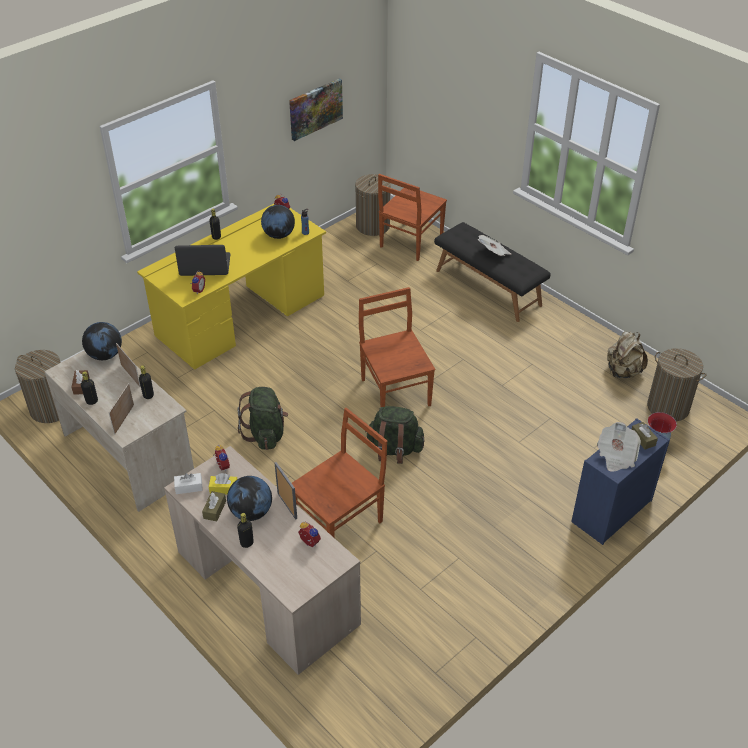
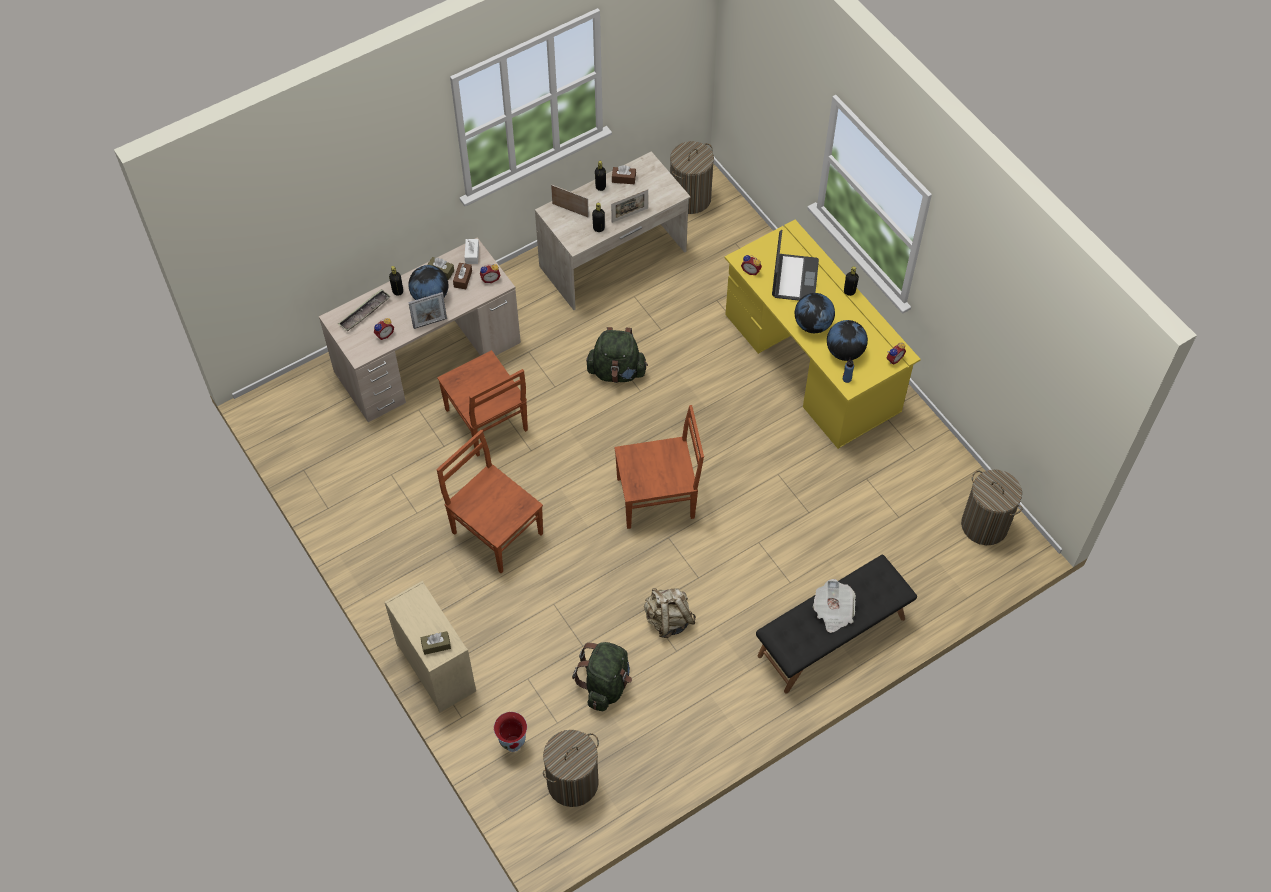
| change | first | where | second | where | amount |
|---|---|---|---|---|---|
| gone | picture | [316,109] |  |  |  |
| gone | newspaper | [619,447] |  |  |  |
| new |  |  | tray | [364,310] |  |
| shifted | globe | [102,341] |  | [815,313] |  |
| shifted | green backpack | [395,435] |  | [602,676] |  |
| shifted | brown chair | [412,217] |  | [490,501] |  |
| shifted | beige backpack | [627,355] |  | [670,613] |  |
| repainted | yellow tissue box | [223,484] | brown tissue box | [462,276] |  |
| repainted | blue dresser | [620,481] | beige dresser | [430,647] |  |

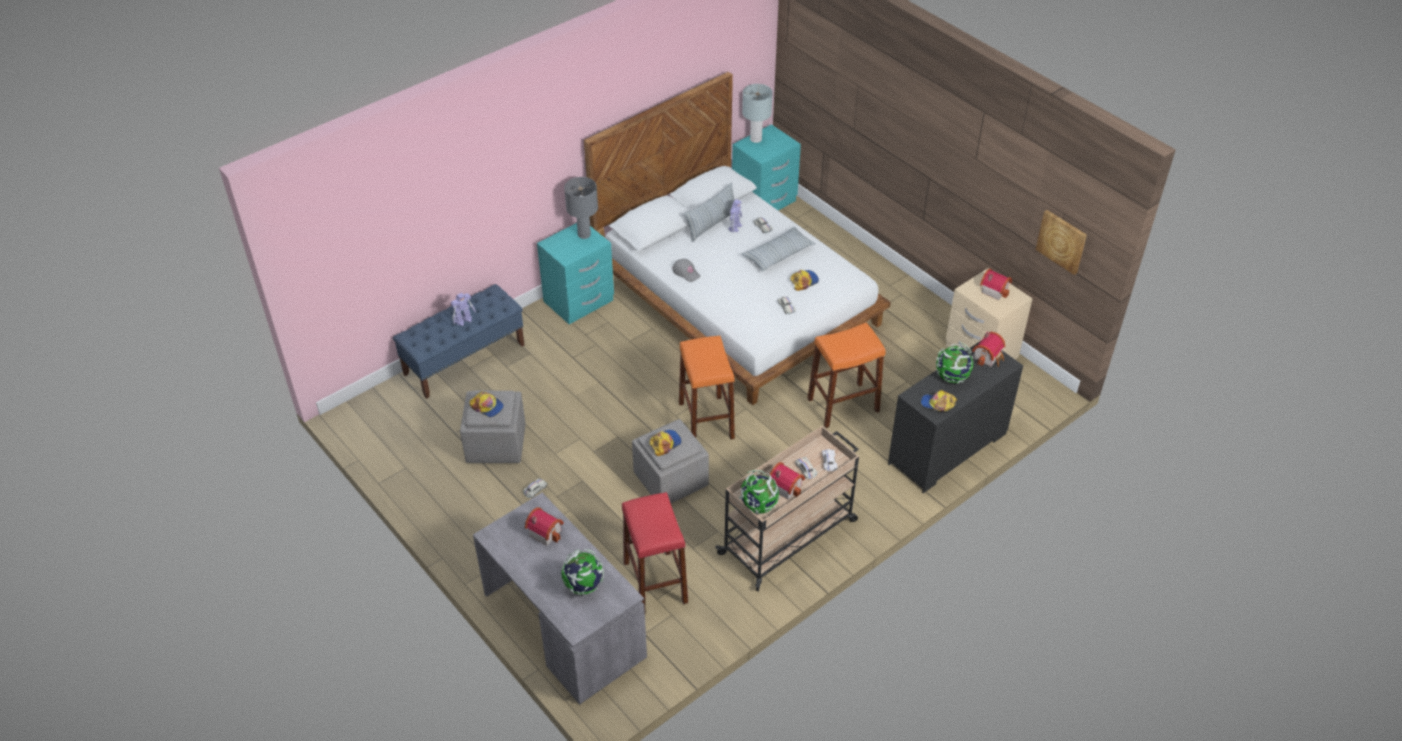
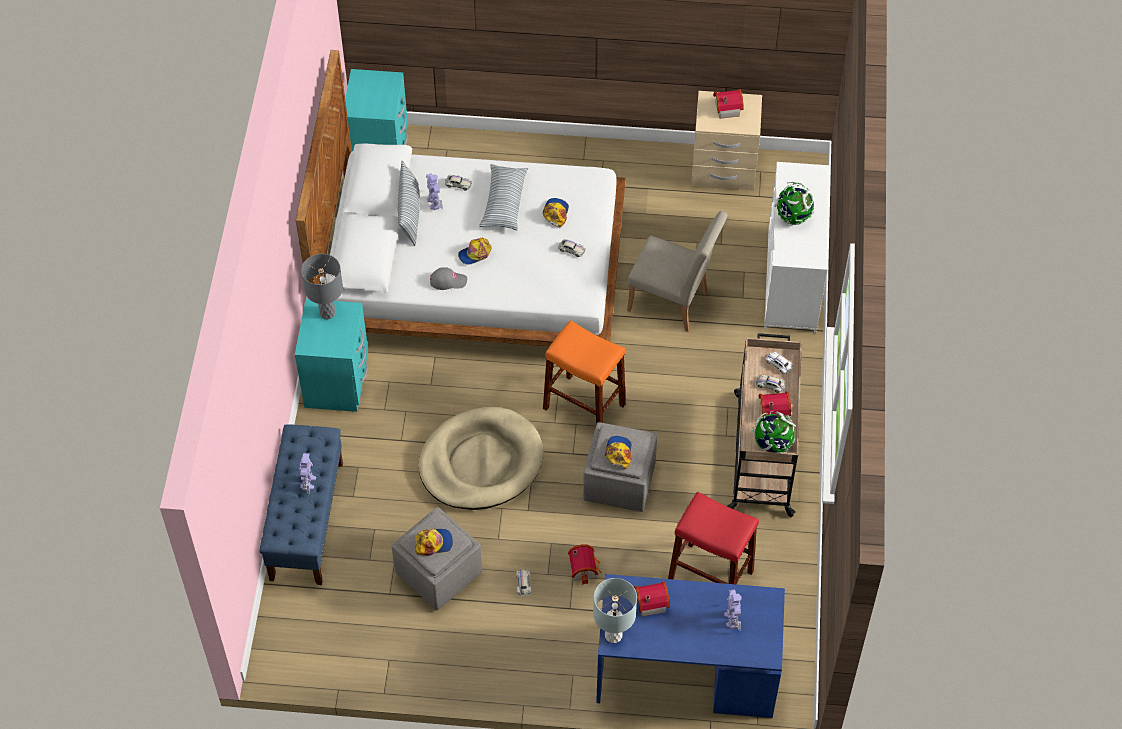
| change | first | where | second | where | amount |
|---|---|---|---|---|---|
| gone | picture | [1061,242] |  |  |  |
| new |  |  | beige dog bed | [481,458] |  |
| shifted | grey table lamp | [757,113] |  | [615,610] |  |
| shifted | cap | [939,401] |  | [475,251] |  |
| shifted | toy house | [988,349] |  | [585,565] |  |
| swapped | globe | [582,572] | toy robot | [732,610] |  |
| swapped | orange stool | [846,375] | beige chair | [677,271] |  |
| repainted | grey desk | [560,598] | blue desk | [690,646] |  |
| repainted | black dresser | [955,416] | white dresser | [797,247] |  |

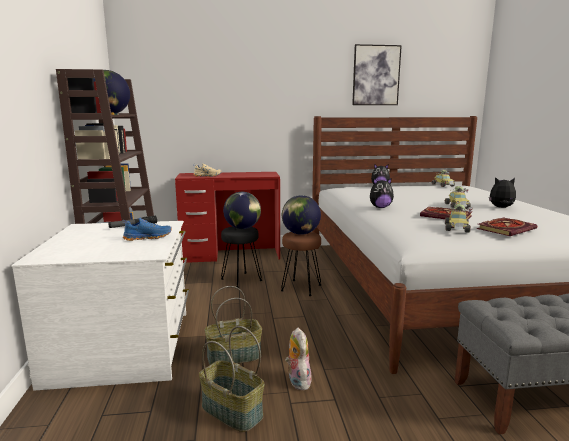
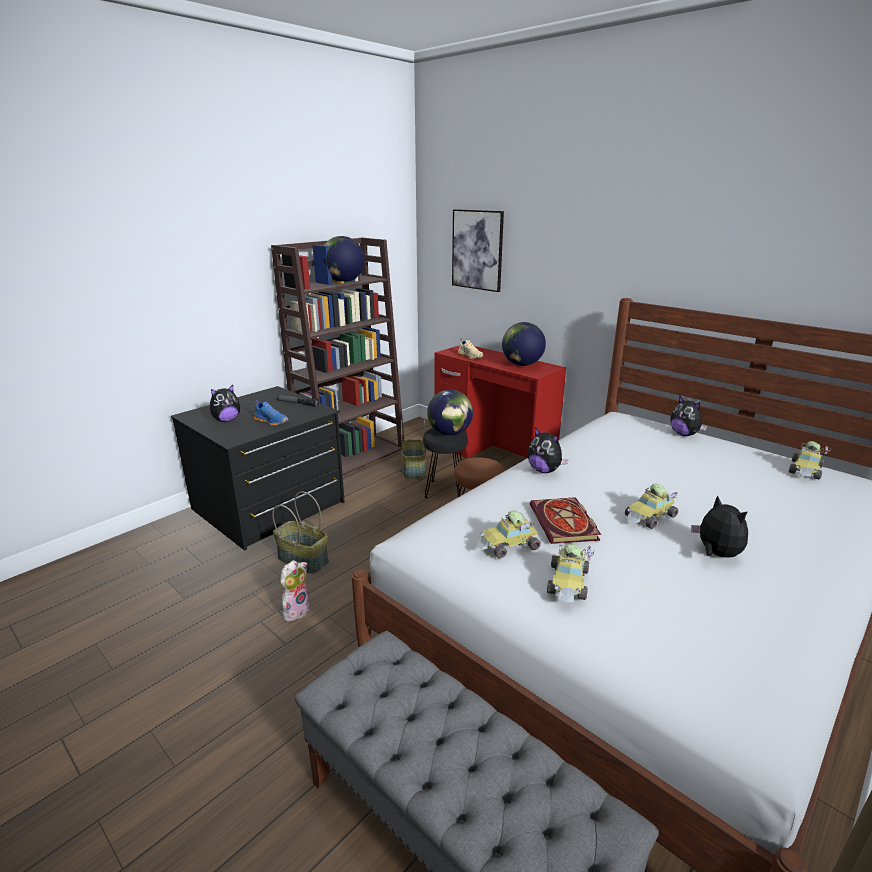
| change | first | where | second | where | amount |
|---|---|---|---|---|---|
| new |  |  | plush toy | [225,403] |  |
| shifted | basket | [232,379] |  | [413,448] |  |
| shifted | globe | [301,215] |  | [524,344] |  |
| shifted | picture | [377,74] |  | [478,250] |  |
| swapped | book | [507,226] | toy car | [570,573] |  |
| repainted | white dresser | [100,306] | black dresser | [258,468] |  |

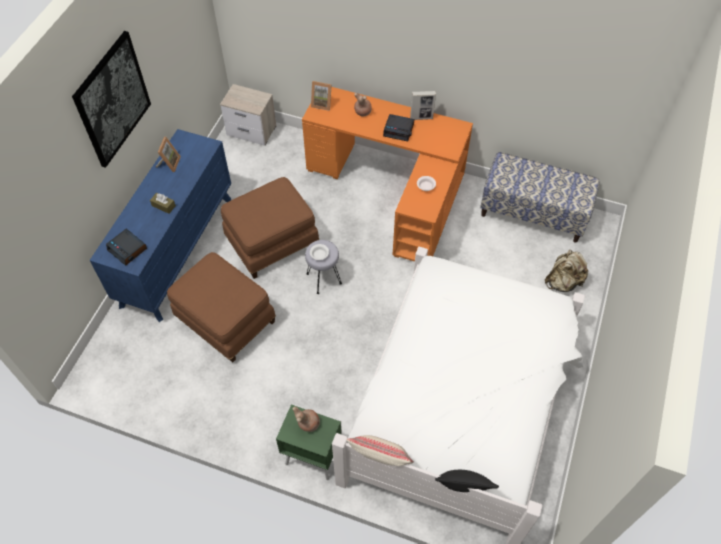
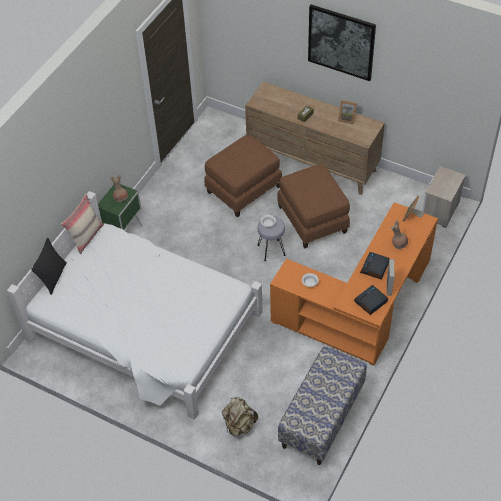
| change | first | where | second | where | amount |
|---|---|---|---|---|---|
| shifted | alarm clock | [126,247] |  | [371,300] |  |
| repainted | blue dresser | [160,225] | brown dresser | [315,138] |  |

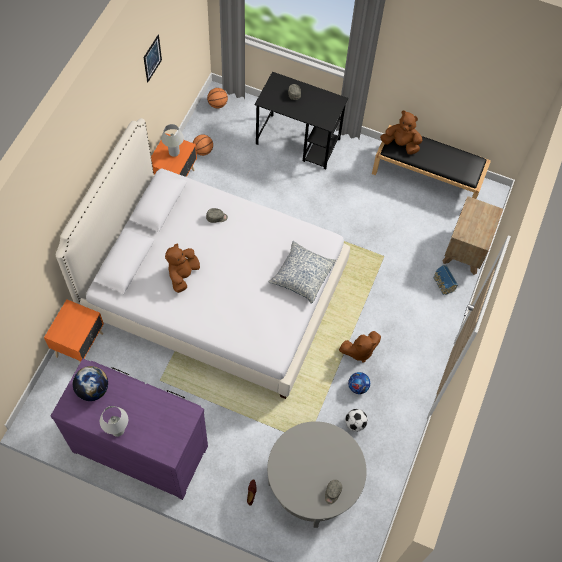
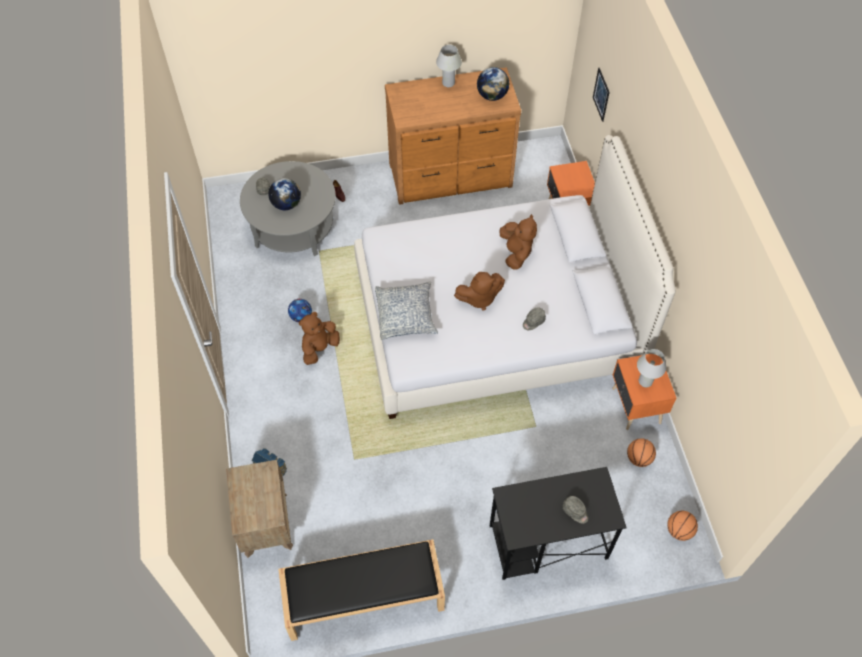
| change | first | where | second | where | amount |
|---|---|---|---|---|---|
| gone | football | [356,420] |  |  |  |
| new |  |  | globe | [284,194] |  |
| shifted | picture | [152,58] |  | [601,95] |  |
| shifted | brown plush toy | [401,133] |  | [479,291] |  |
| repainted | purple dresser | [129,429] | brown dresser | [453,136] |  |

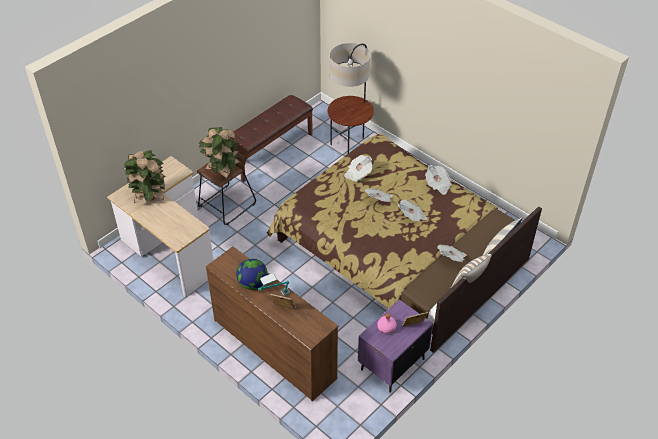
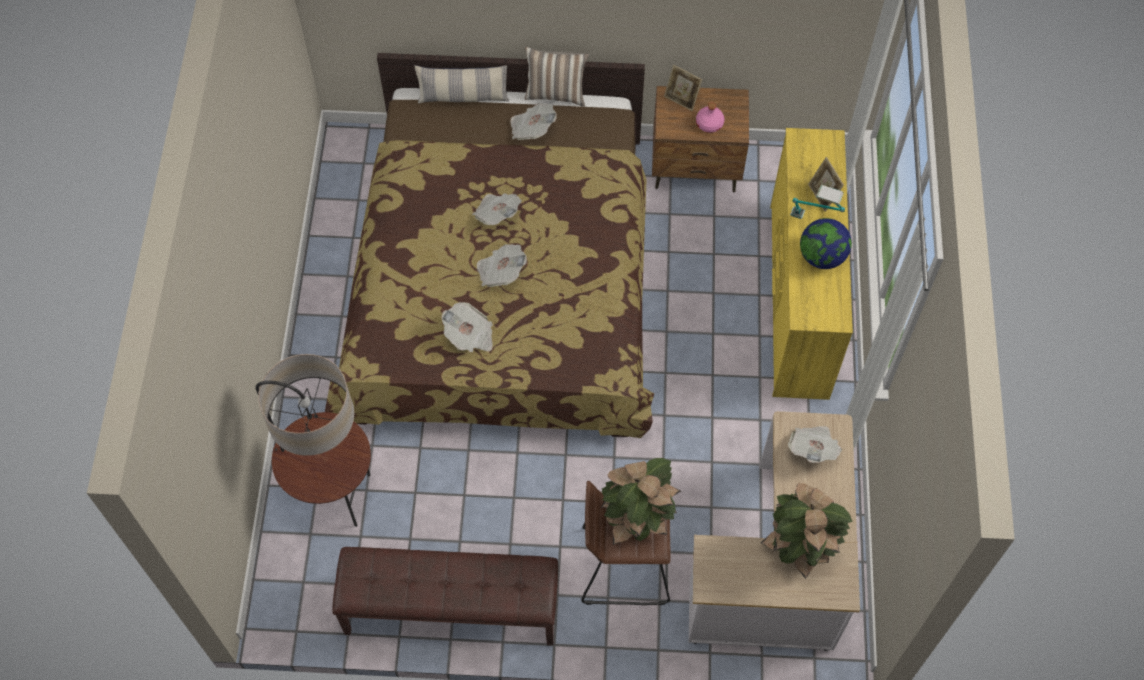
| change | first | where | second | where | amount |
|---|---|---|---|---|---|
| shifted | newspaper | [438,180] |  | [815,444] |  |
| repainted | brown dresser | [272,324] | yellow dresser | [811,264] |  |
| repainted | purple nightstand | [395,346] | brown nightstand | [700,139] |  |

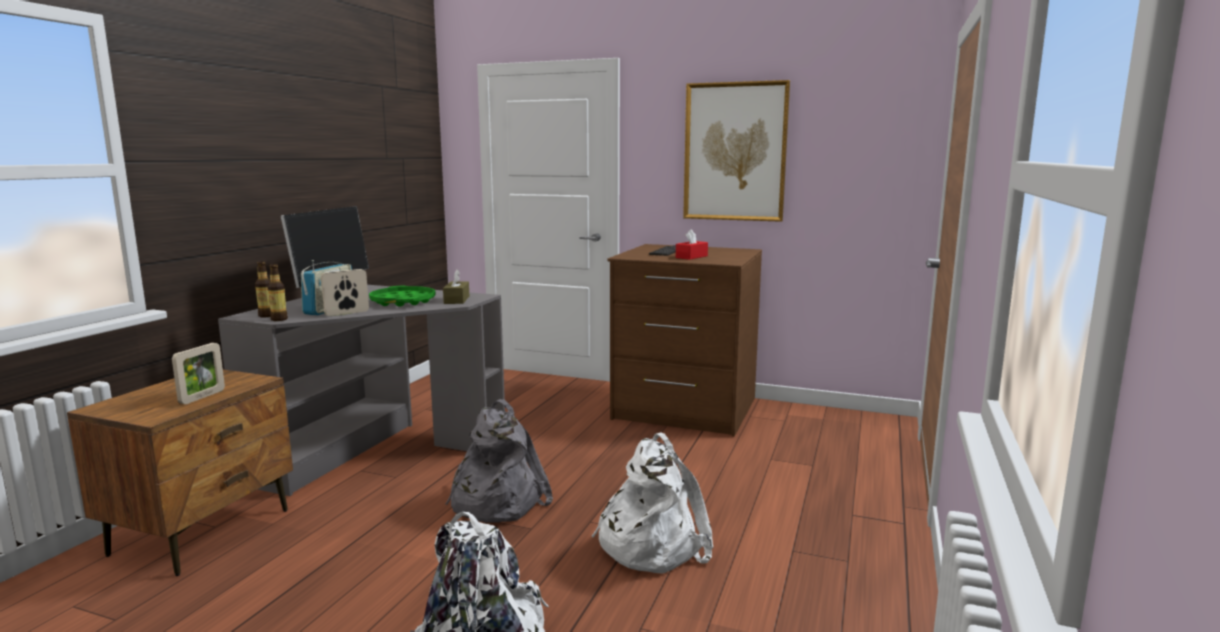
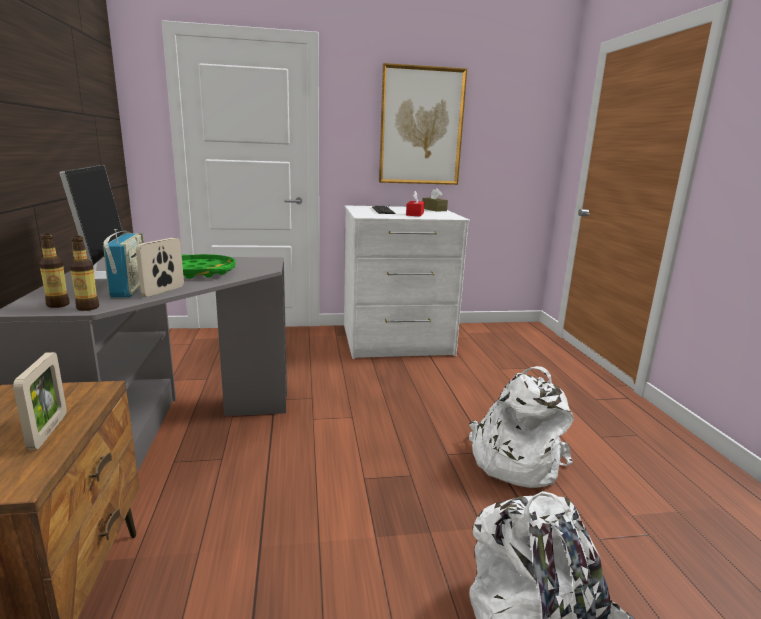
| change | first | where | second | where | amount |
|---|---|---|---|---|---|
| gone | grey backpack | [499,461] |  |  |  |
| shifted | brown tissue box | [456,287] |  | [435,200] |  |
| repainted | brown dresser | [684,340] | white dresser | [407,282] |  |

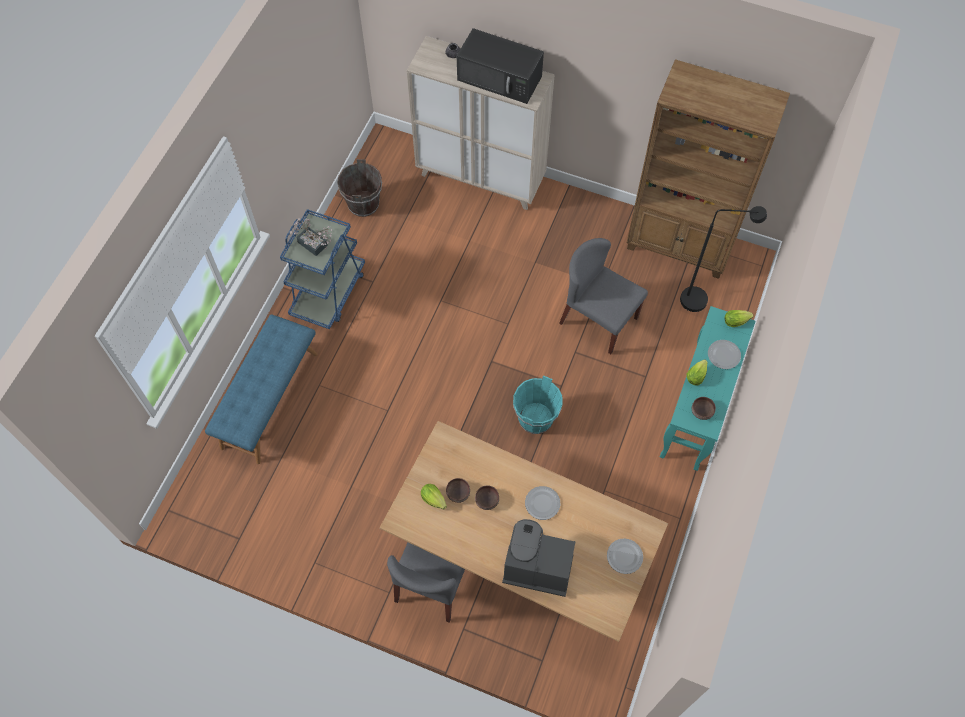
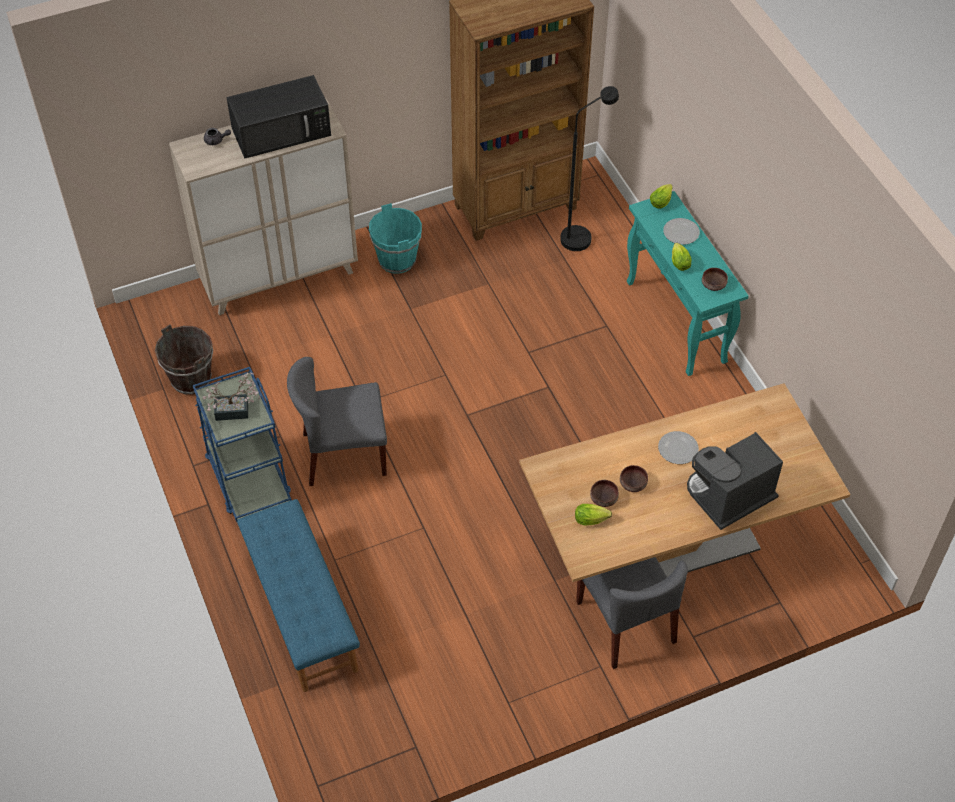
| change | first | where | second | where | amount |
|---|---|---|---|---|---|
| gone | plate | [625,556] |  |  |  |
| shifted | turquoise bucket | [538,404] |  | [395,238] |  |
| shifted | grey chair | [603,296] |  | [337,421] |  |

